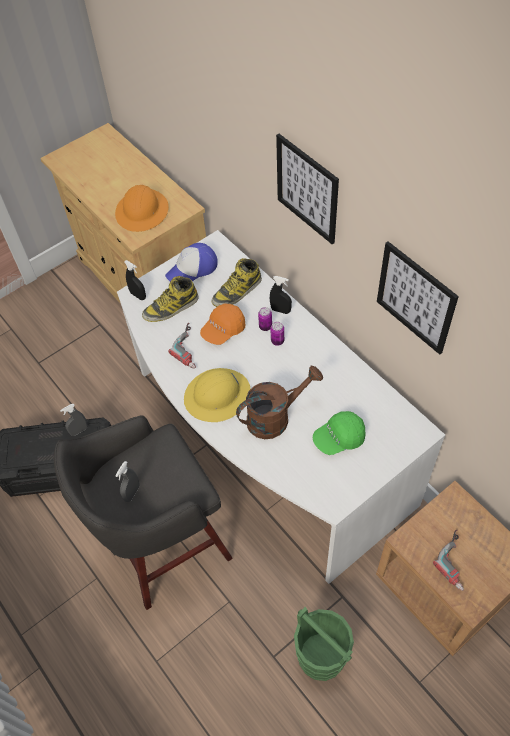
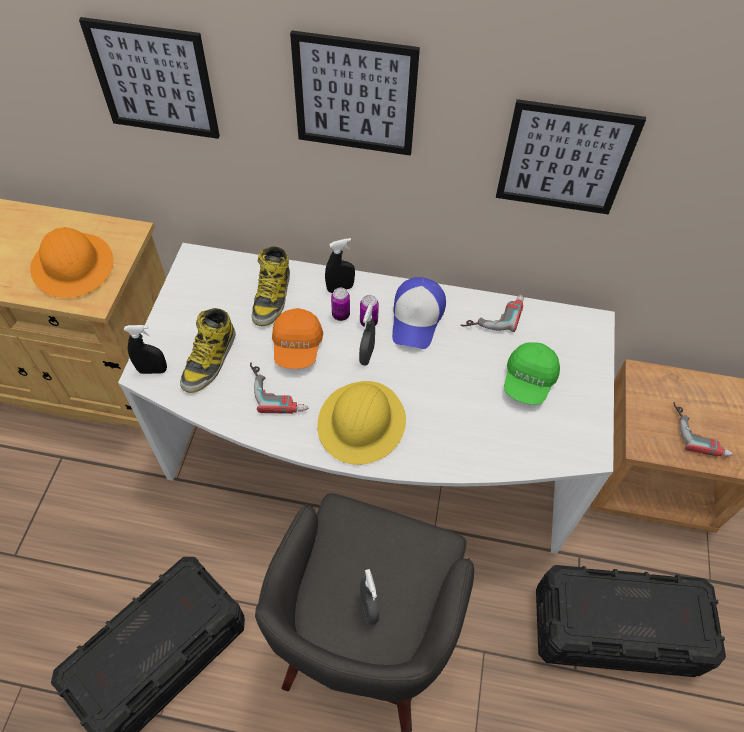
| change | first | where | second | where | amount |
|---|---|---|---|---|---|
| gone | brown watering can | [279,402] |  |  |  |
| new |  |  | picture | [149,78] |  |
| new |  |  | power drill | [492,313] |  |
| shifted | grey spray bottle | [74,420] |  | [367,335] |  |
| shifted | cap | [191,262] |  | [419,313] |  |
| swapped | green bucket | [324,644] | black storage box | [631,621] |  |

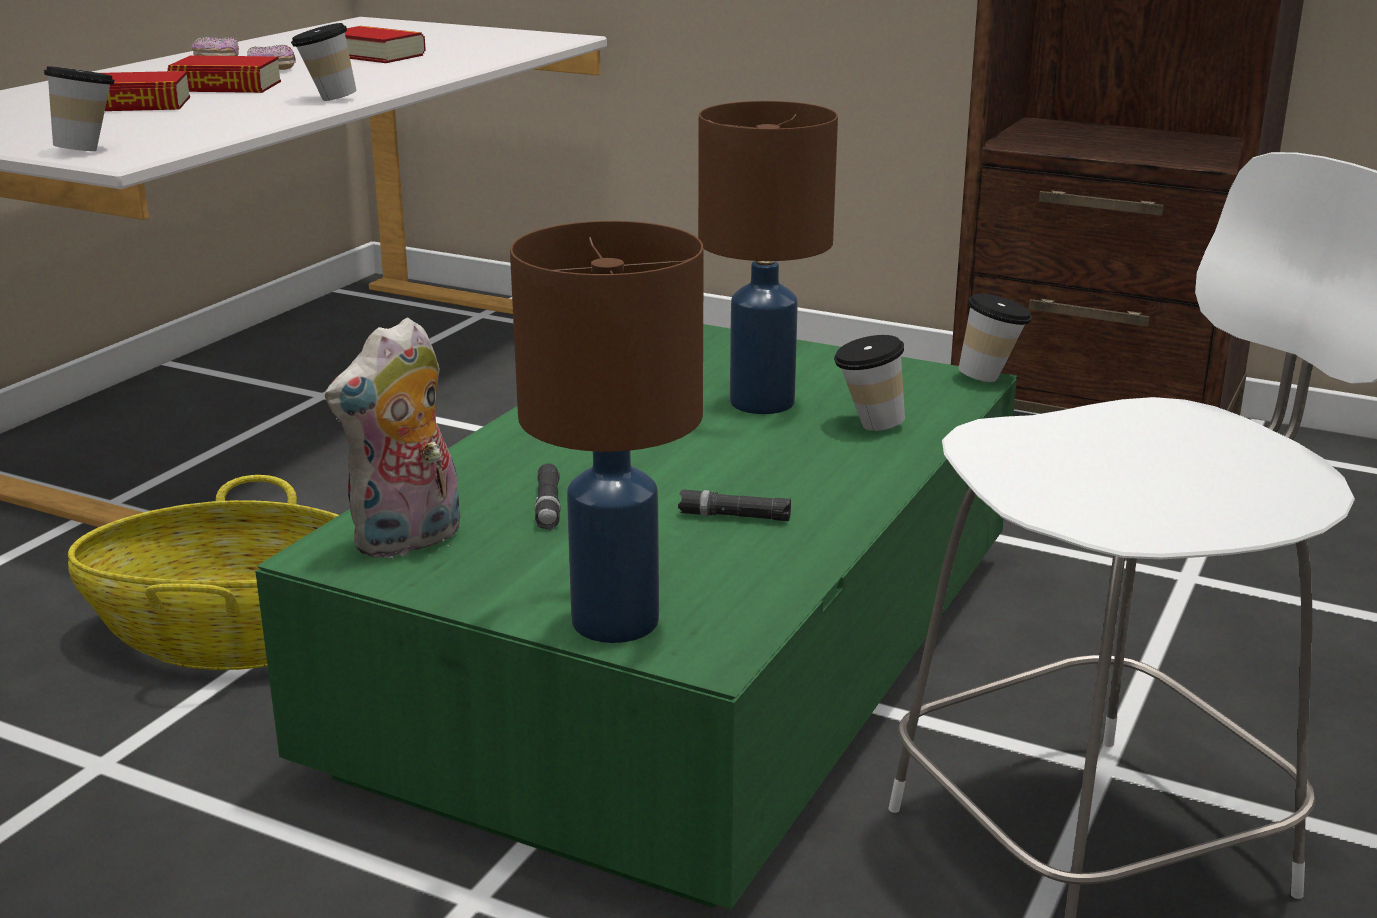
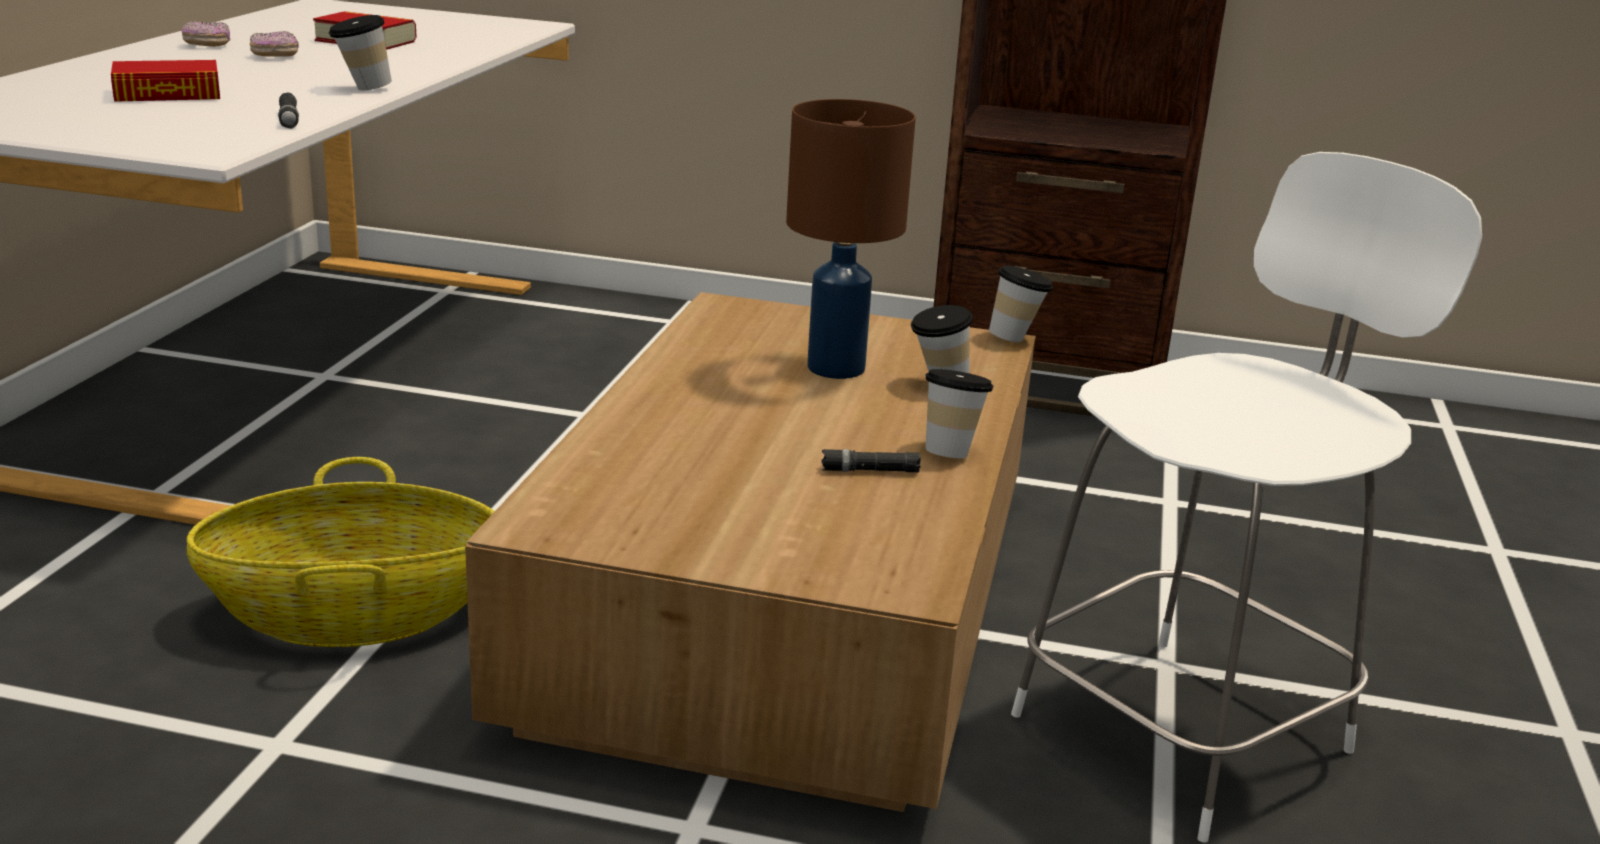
| change | first | where | second | where | amount |
|---|---|---|---|---|---|
| gone | book | [224,74] |  |  |  |
| gone | plush toy | [393,438] |  |  |  |
| gone | brown table lamp | [607,432] |  |  |  |
| shifted | cup | [79,108] |  | [959,413] |  |
| shifted | black flashlight | [547,496] |  | [288,111] |  |
| repainted | green coffee table | [636,616] | brown coffee table | [750,552] |  |

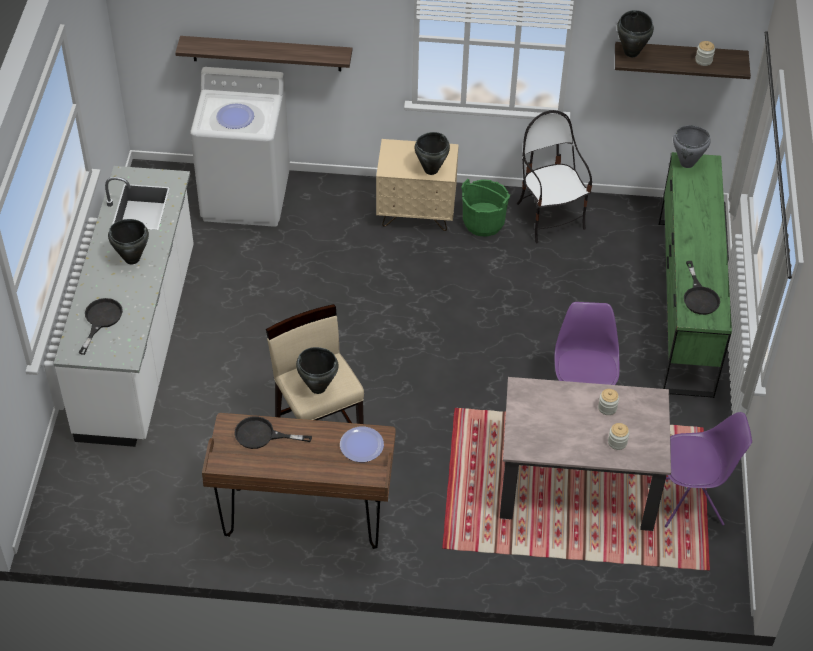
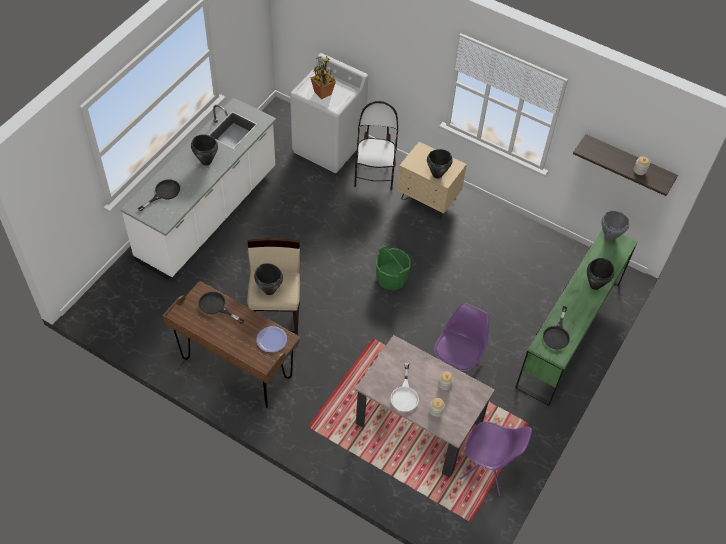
| change | first | where | second | where | amount |
|---|---|---|---|---|---|
| gone | shelf | [263,53] |  |  |  |
| new |  |  | white frying pan | [405,387] |  |
| shifted | green bucket | [485,208] |  | [393,267] |  |
| shifted | chair | [554,176] |  | [376,145] |  |
| shifted | black cooking pot | [635,33] |  | [600,274] |  |
| swapped | plate | [235,116] | potted plant | [323,77] |  |

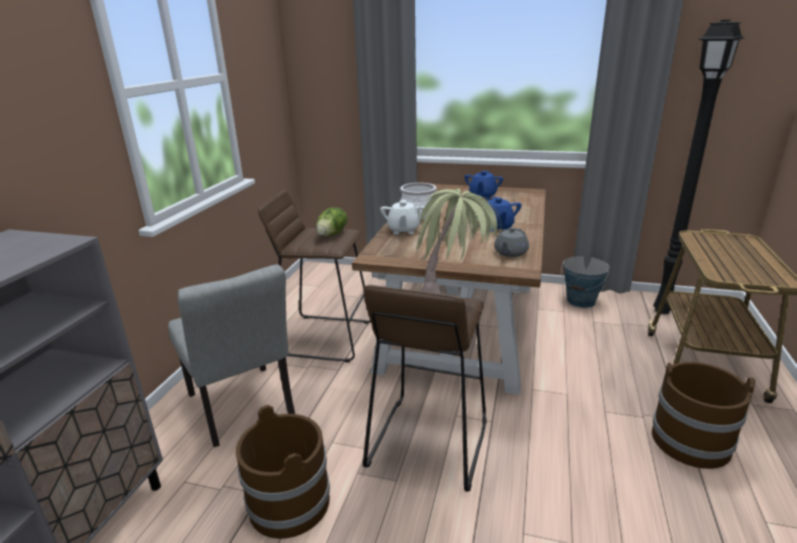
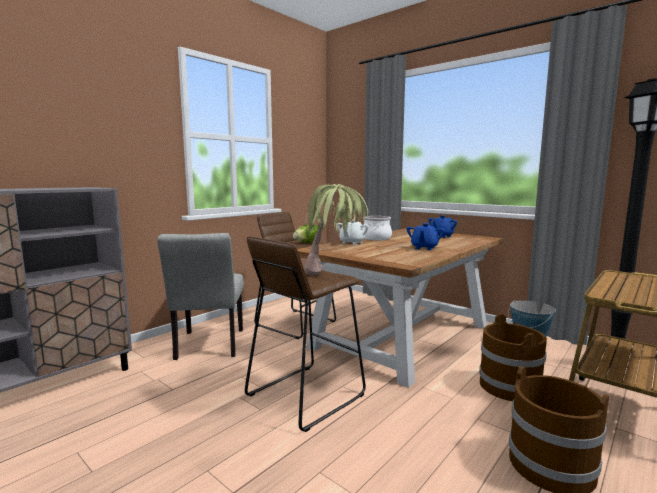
| change | first | where | second | where | amount |
|---|---|---|---|---|---|
| gone | grey teapot | [511,242] |  |  |  |
| shifted | brown bucket | [283,472] |  | [513,357] |  |

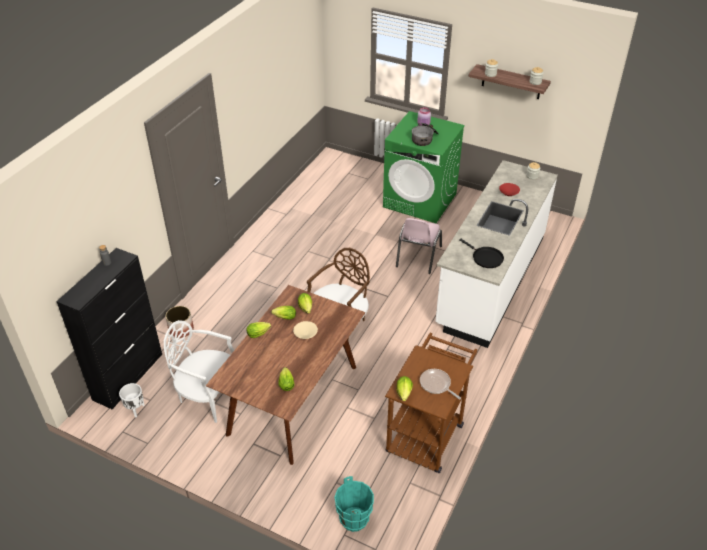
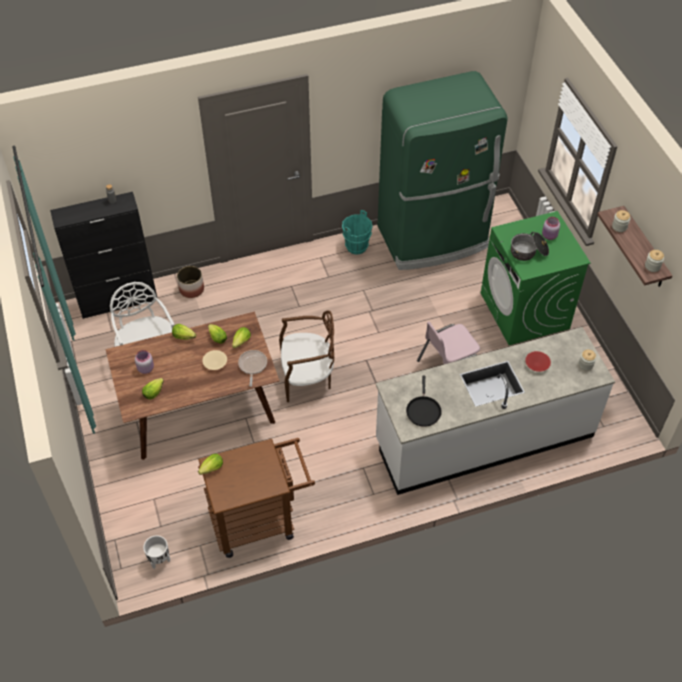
| change | first | where | second | where | amount |
|---|---|---|---|---|---|
| new |  |  | pink jar | [144,362] |  |
| new |  |  | green fridge | [442,170] |  |
| shifted | white planter | [131,400] |  | [156,552] |  |
| shifted | turquoise bucket | [354,504] |  | [357,232] |  |
| shifted | frying pan | [440,384] |  | [252,368] |  |

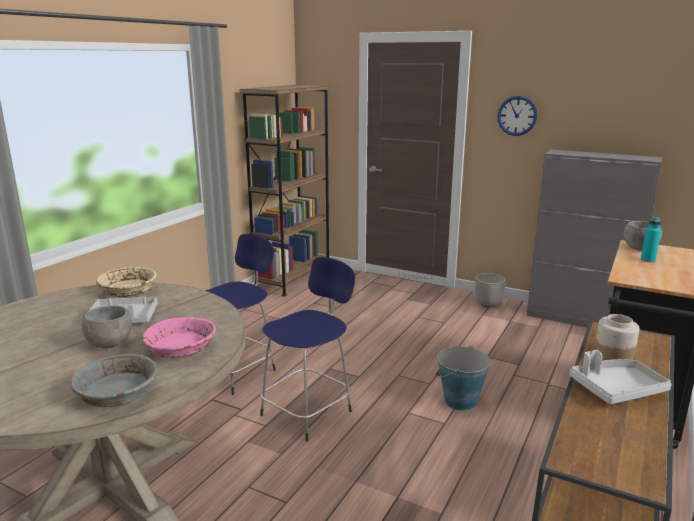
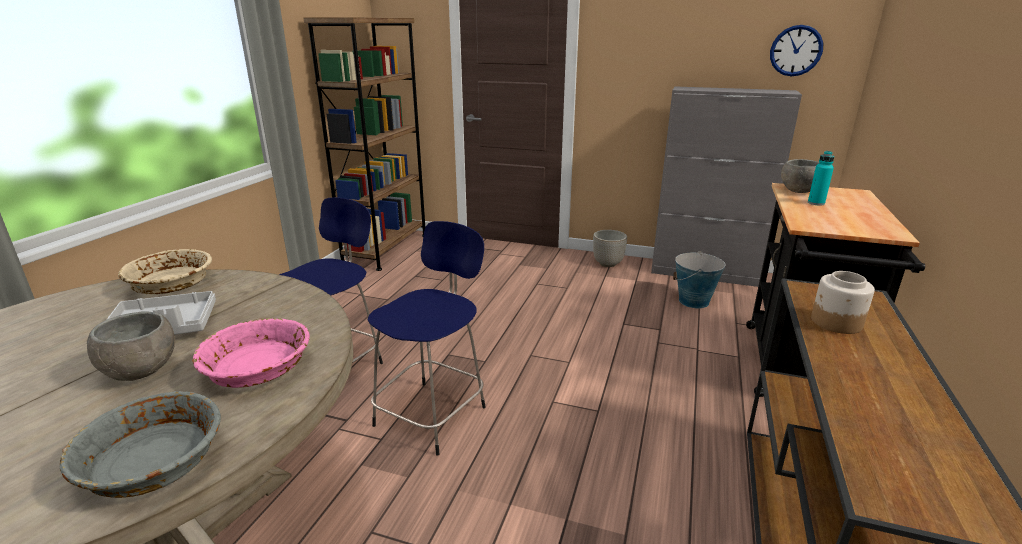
| change | first | where | second | where | amount |
|---|---|---|---|---|---|
| gone | grey tray | [621,377] |  |  |  |
| shifted | bucket | [463,378] |  | [699,280] |  |
| shifted | wall clock | [517,116] |  | [796,50] |  |

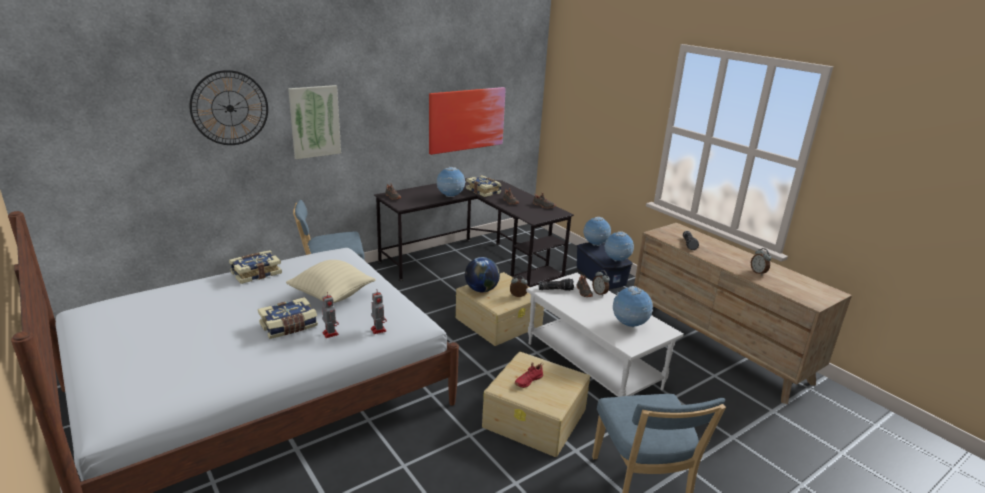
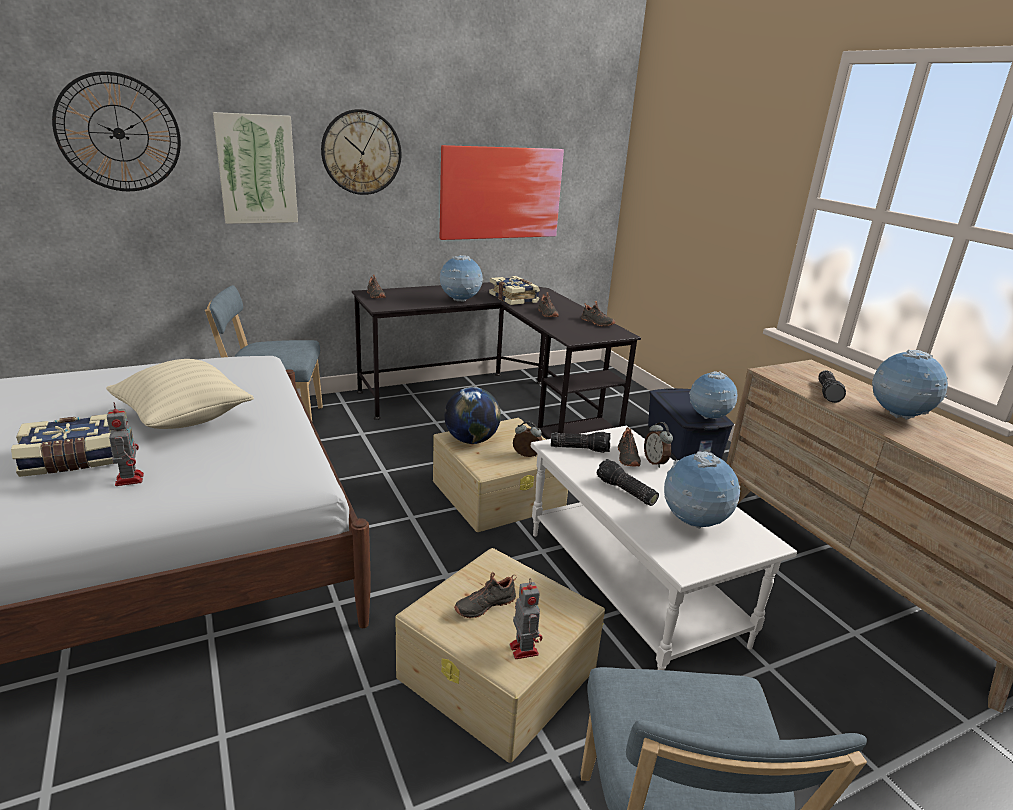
| change | first | where | second | where | amount |
|---|---|---|---|---|---|
| gone | book | [255,267] |  |  |  |
| gone | alarm clock | [761,261] |  |  |  |
| new |  |  | wall clock | [361,152] |  |
| new |  |  | flashlight | [628,482] |  |
| shifted | toy robot | [379,312] |  | [526,618] |  |
| shifted | globe | [597,231] |  | [910,384] |  |
| repainted | red shoe | [529,375] | black shoe | [485,595] |  |

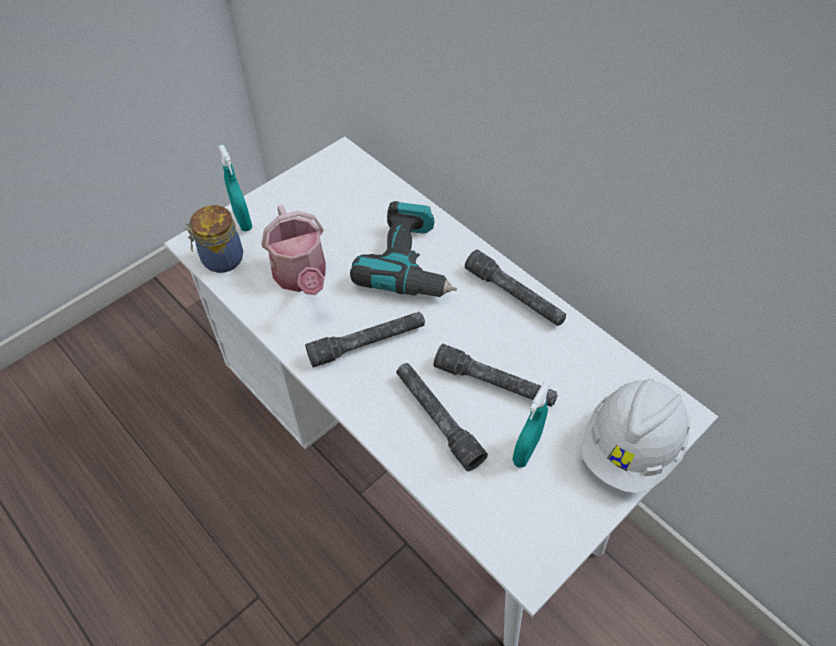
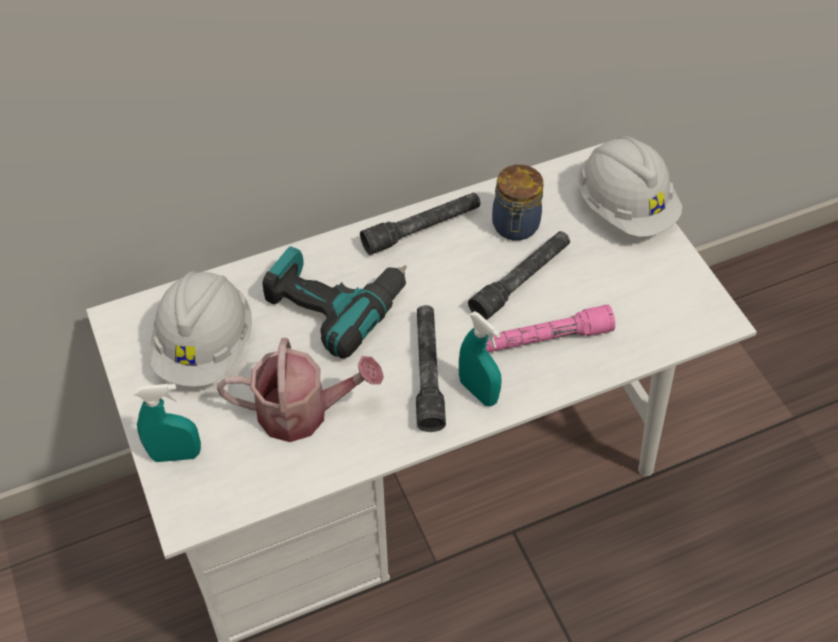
| change | first | where | second | where | amount |
|---|---|---|---|---|---|
| new |  |  | white hard hat | [201,329] |  |
| shifted | jar | [214,239] |  | [518,203] |  |
| shifted | turquoise spray bottle | [531,424] |  | [480,358] |  |
| repainted | grey flashlight | [442,417] | pink flashlight | [550,328] |  |

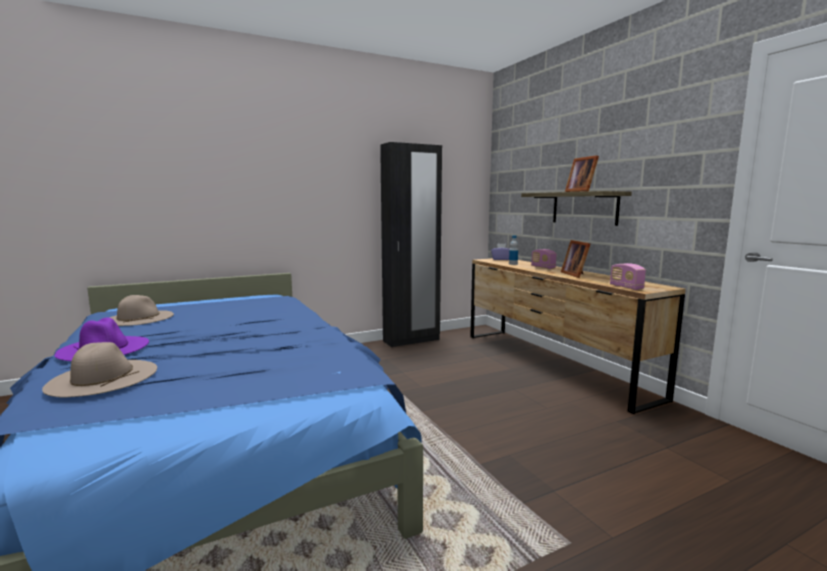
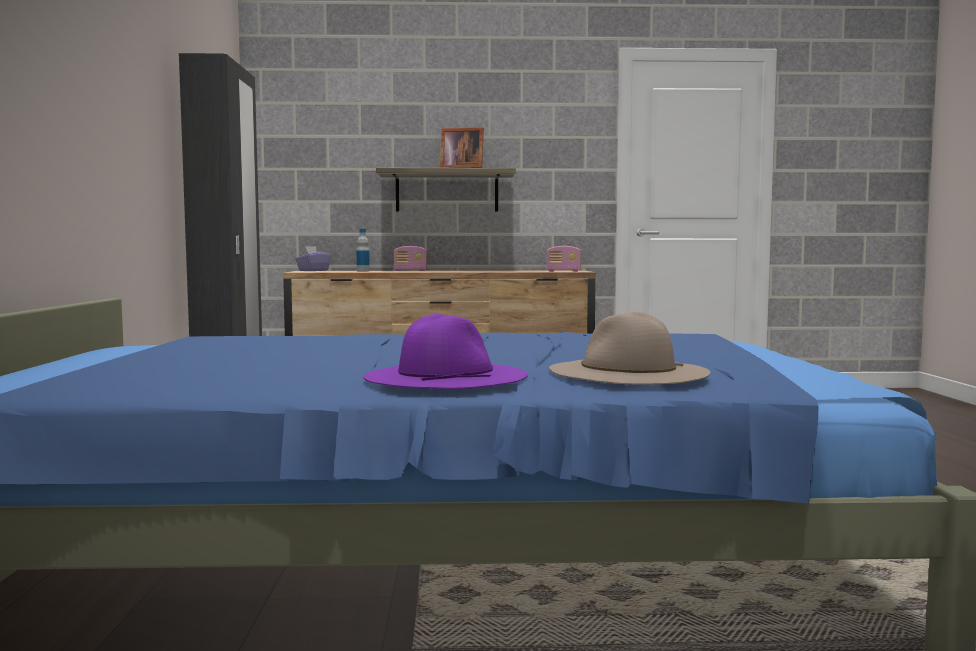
| change | first | where | second | where | amount |
|---|---|---|---|---|---|
| gone | beige hat | [141,310] |  |  |  |
| gone | picture frame | [575,259] |  |  |  |

